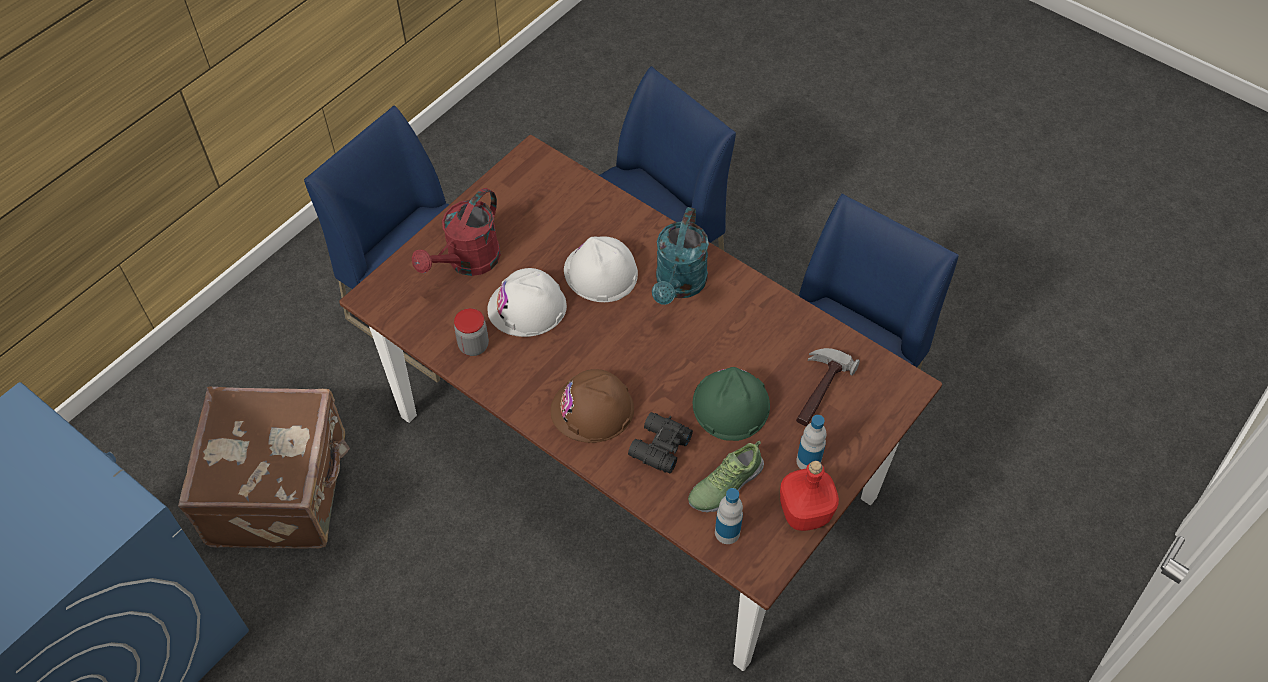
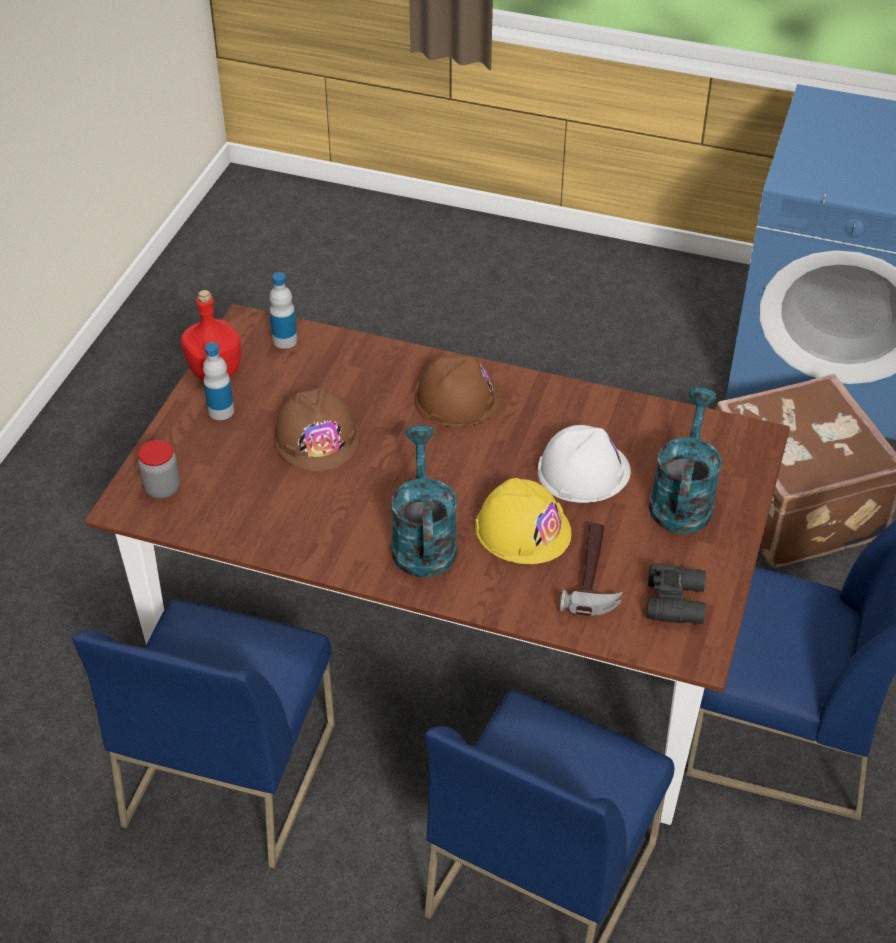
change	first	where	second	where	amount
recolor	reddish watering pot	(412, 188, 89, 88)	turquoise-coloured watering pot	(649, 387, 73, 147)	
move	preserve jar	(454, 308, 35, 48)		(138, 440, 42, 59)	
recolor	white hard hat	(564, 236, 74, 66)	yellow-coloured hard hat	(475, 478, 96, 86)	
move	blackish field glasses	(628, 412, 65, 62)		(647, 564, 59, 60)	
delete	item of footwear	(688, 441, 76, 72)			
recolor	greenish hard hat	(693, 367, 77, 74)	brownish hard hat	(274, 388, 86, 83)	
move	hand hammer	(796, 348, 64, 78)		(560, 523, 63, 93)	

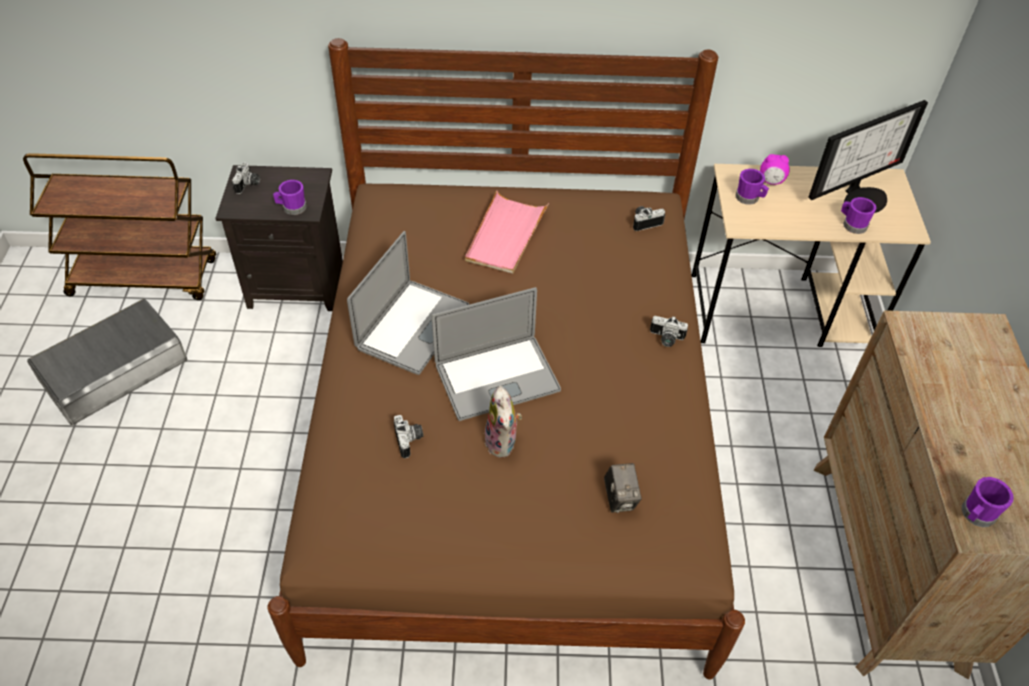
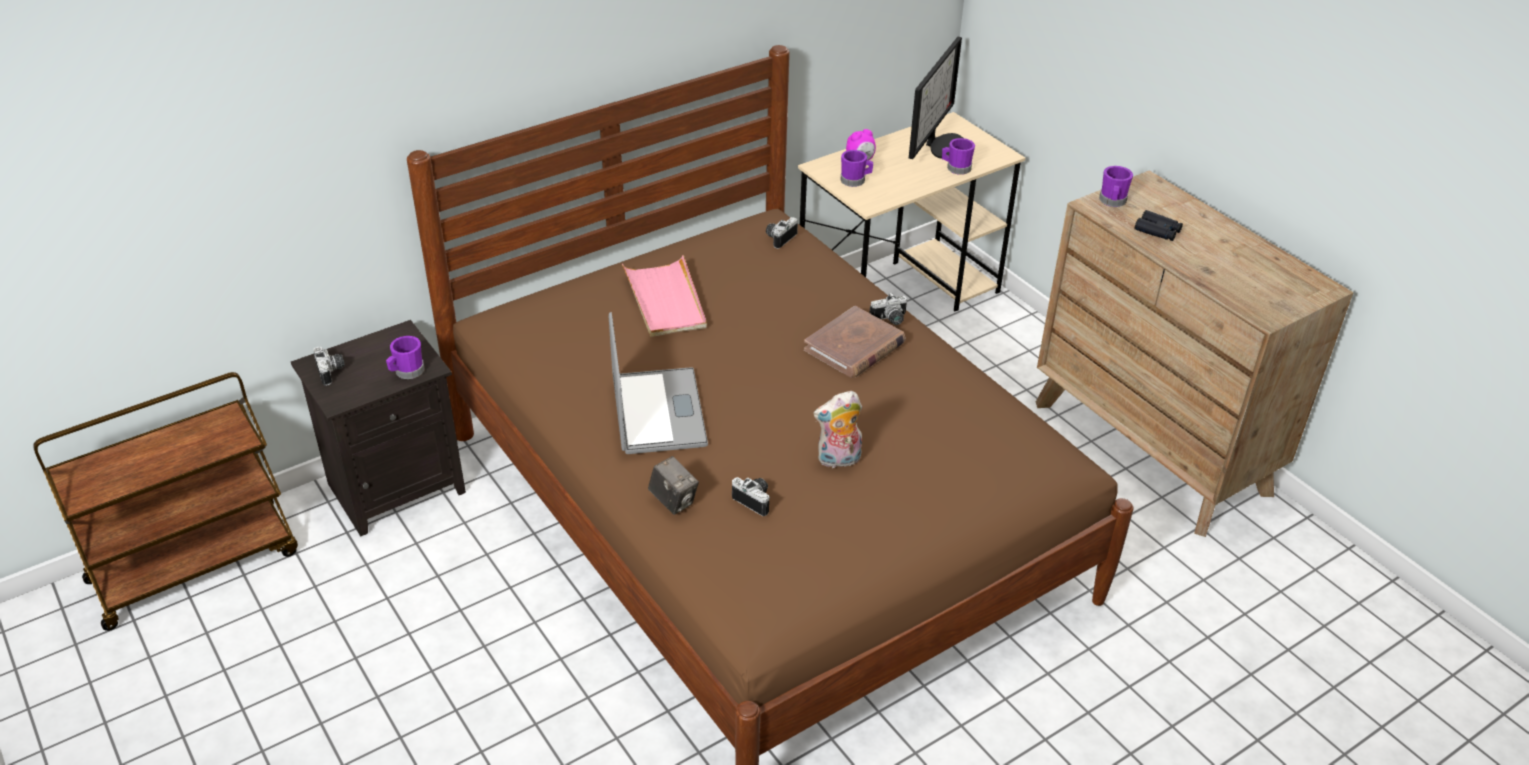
change	first	where	second	where	amount
delete	greyish storage box	(27, 299, 161, 126)			
delete	portable computer	(432, 287, 129, 134)			
rotate	soft toy	(483, 386, 39, 71)		(813, 391, 49, 78)	120 degrees clockwise
move	still camera	(604, 463, 38, 50)		(648, 456, 51, 59)	
move	purple-coloured tea mug	(962, 477, 52, 50)		(1099, 166, 34, 41)	
insert			brownish bound book	(804, 306, 102, 72)	
insert			blackish field glasses	(1135, 210, 48, 31)	

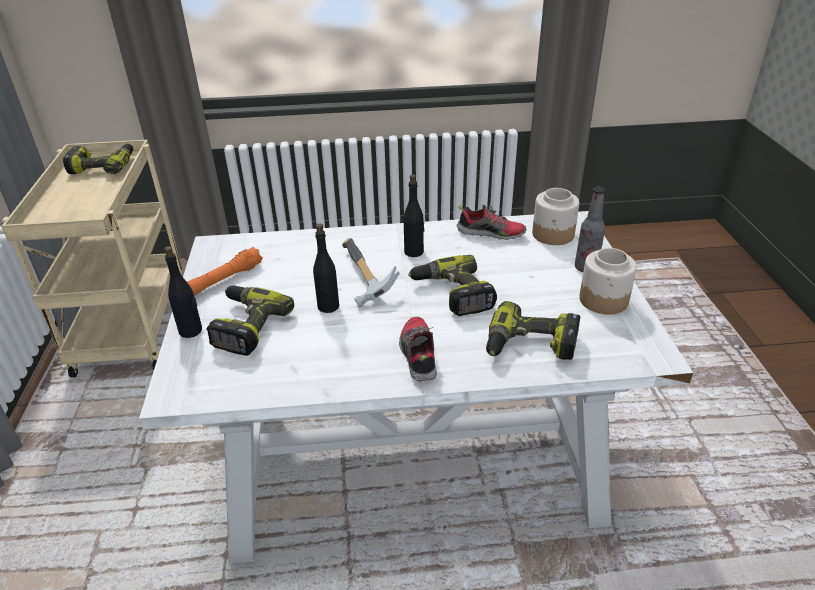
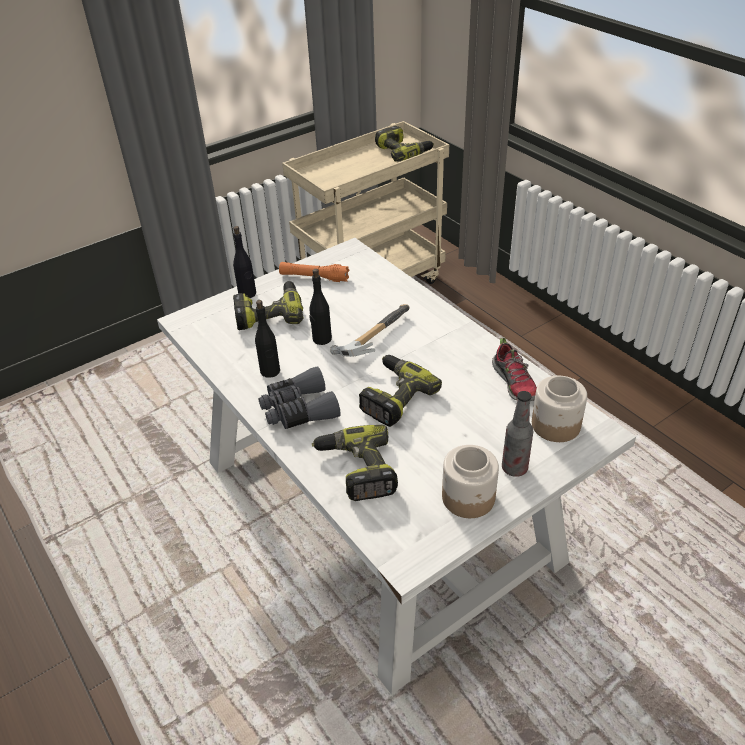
change	first	where	second	where	amount
replace	item of footwear	(399, 317, 38, 65)	greyish field glasses	(258, 366, 83, 63)	
move	blackish bottle	(404, 174, 20, 83)		(255, 300, 25, 78)	

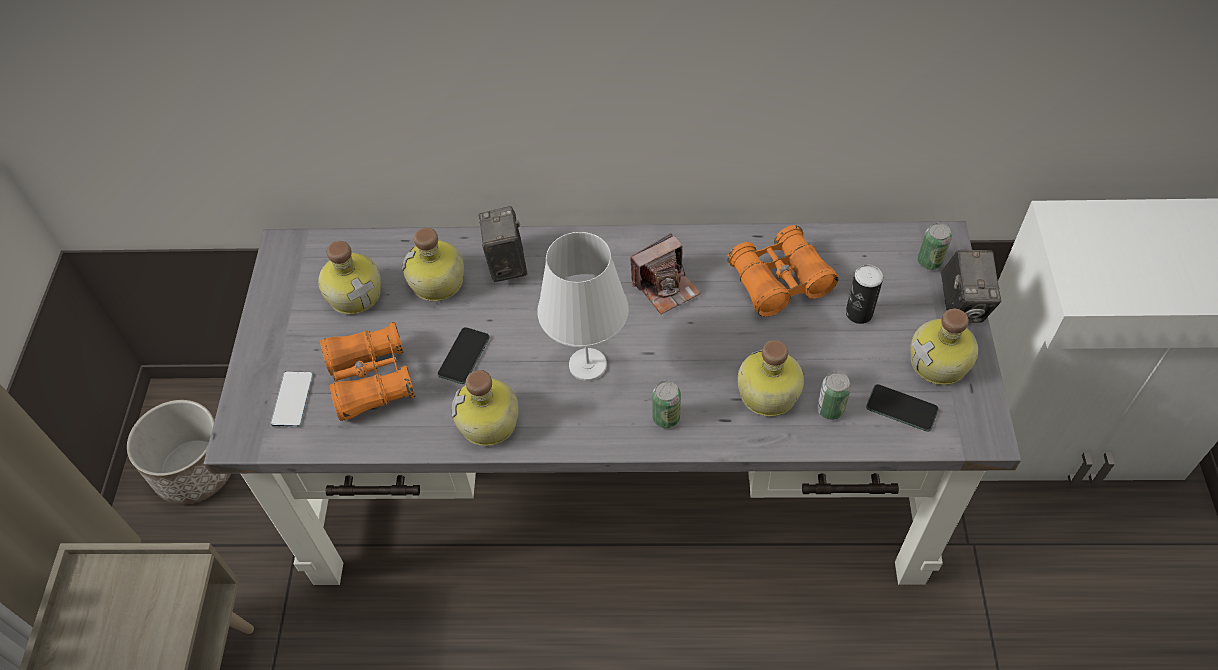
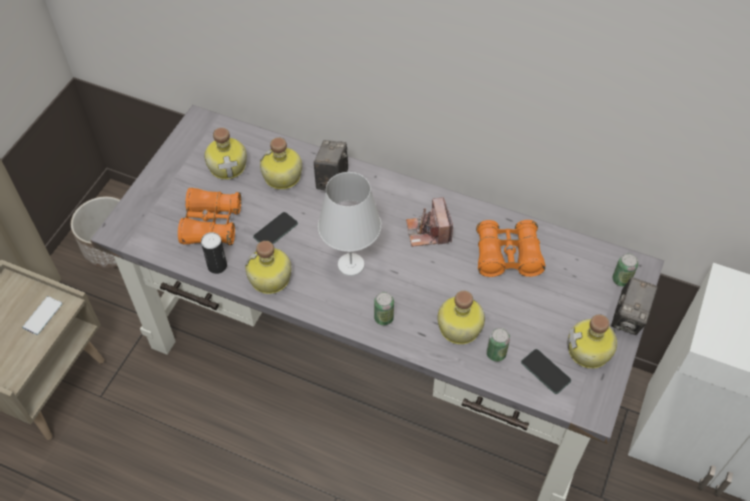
change	first	where	second	where	amount
move	handset	(270, 371, 43, 56)		(22, 296, 40, 39)	
rotate	still camera	(630, 233, 71, 81)		(406, 197, 47, 50)	90 degrees clockwise
move	can	(846, 265, 37, 59)		(201, 232, 26, 42)	

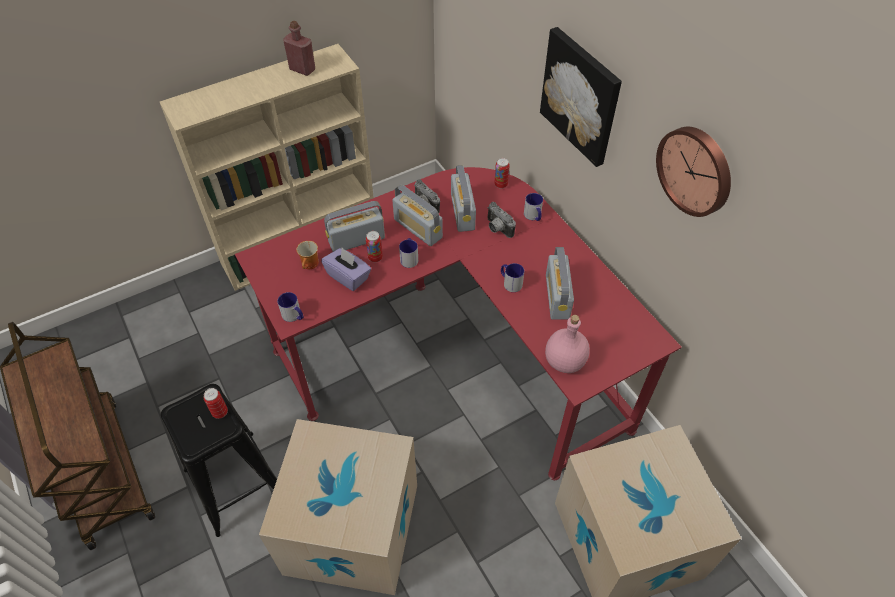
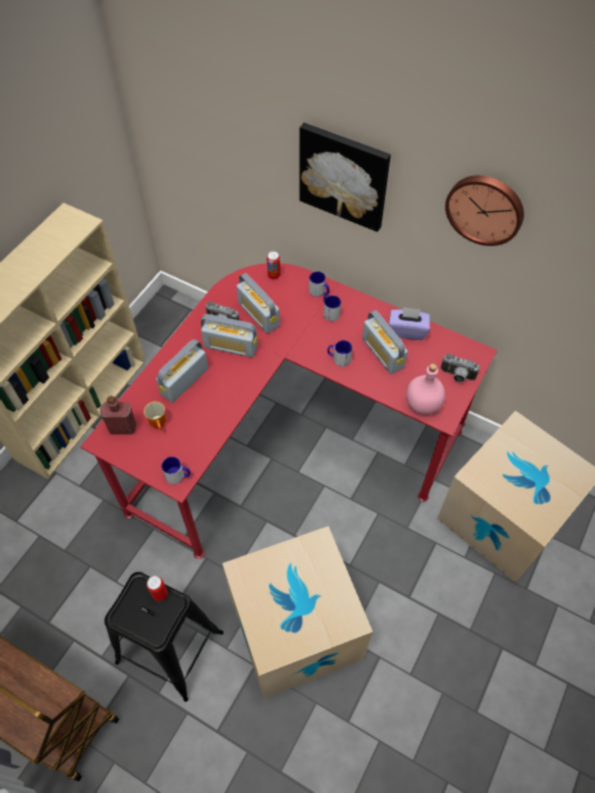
change	first	where	second	where	amount
move	reddish bottle	(283, 21, 32, 55)		(100, 396, 36, 39)	
move	purple-coloured box of tissues	(321, 248, 50, 43)		(389, 307, 41, 33)	
delete	can	(366, 231, 17, 31)			
move	tea mug	(399, 238, 19, 30)		(323, 295, 18, 26)	
move	still camera	(487, 202, 29, 36)		(441, 354, 39, 28)	

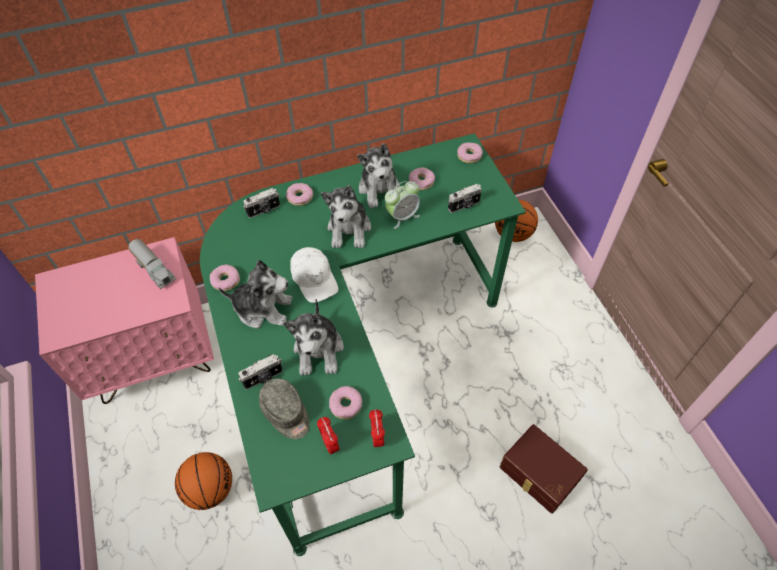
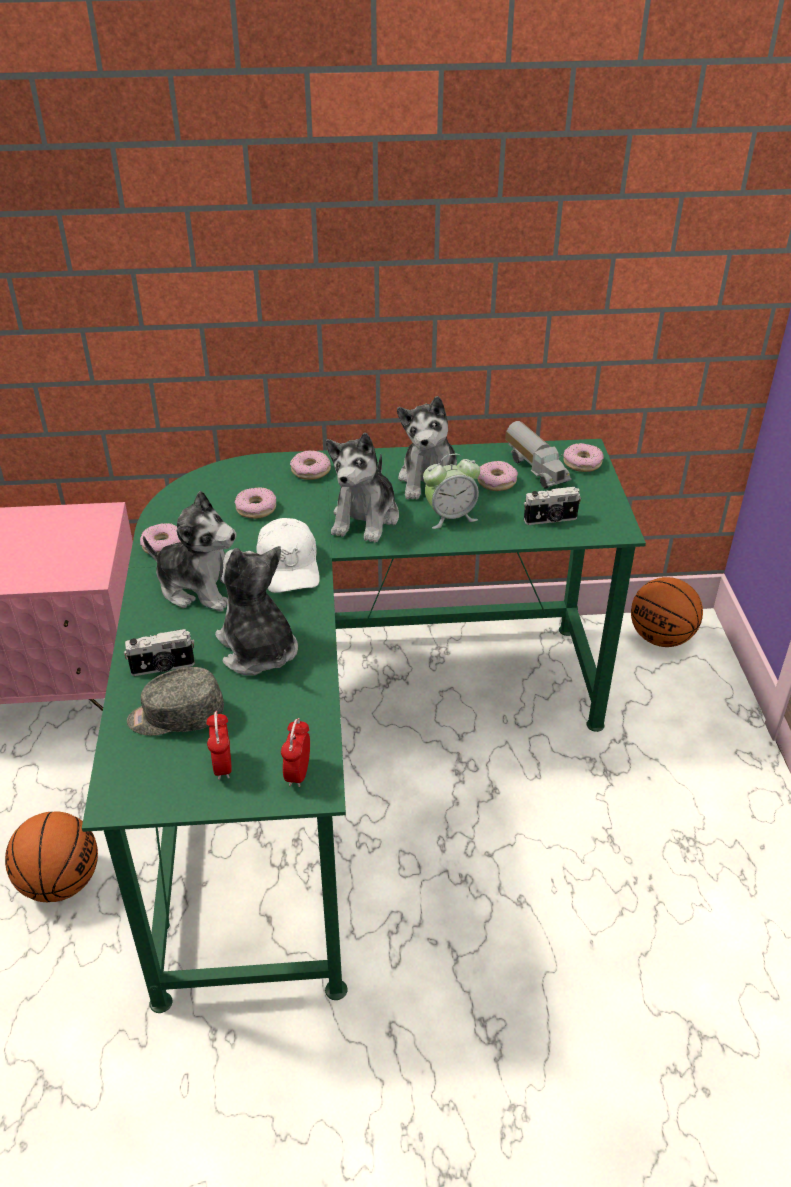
change	first	where	second	where	amount
move	toy lorry	(128, 239, 48, 50)		(505, 421, 67, 68)	
delete	still camera	(243, 188, 37, 30)			
rotate	greyish cap	(259, 378, 51, 61)		(127, 667, 97, 69)	105 degrees clockwise
rotate	soft toy	(283, 299, 61, 77)		(215, 546, 83, 130)	135 degrees clockwise
move	donut	(329, 386, 33, 33)		(235, 487, 41, 32)	
delete	brownish storage box	(500, 424, 88, 90)			

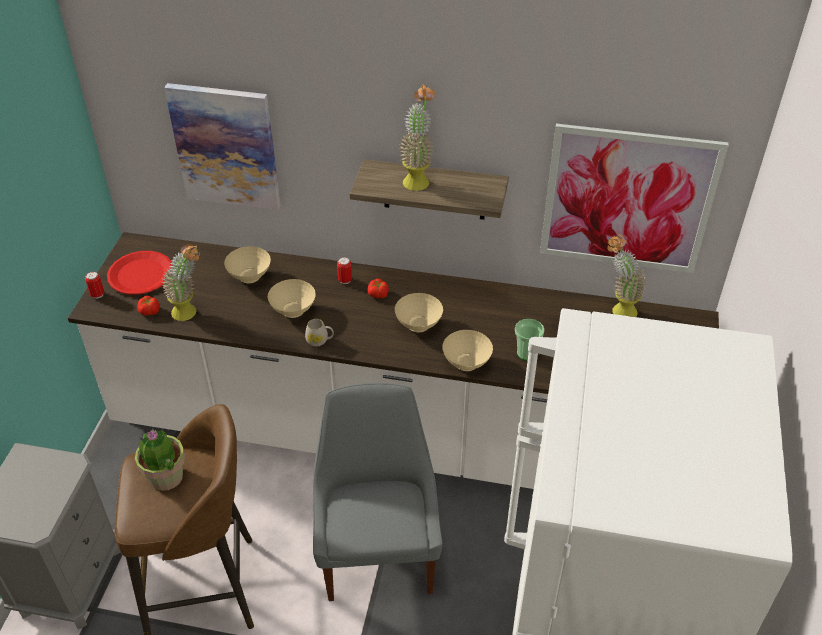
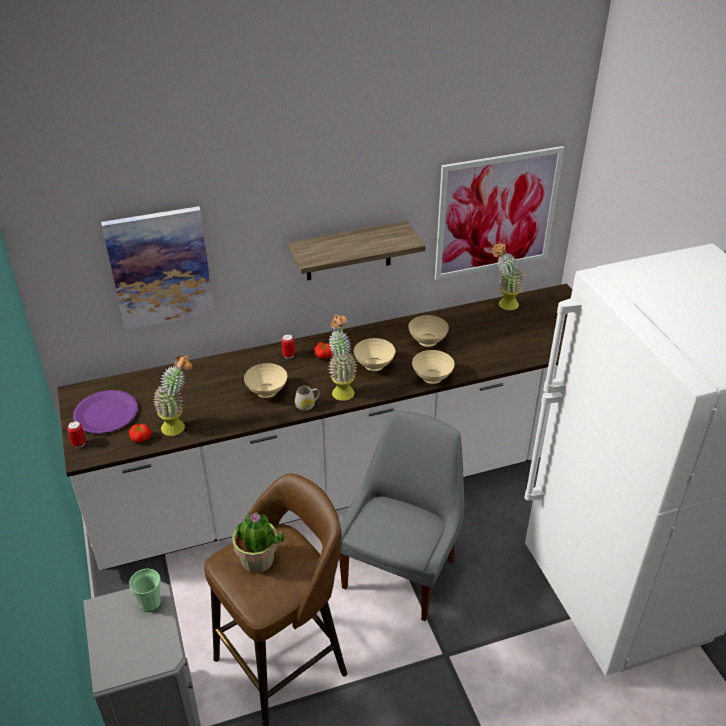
change	first	where	second	where	amount
recolor	reddish dinner plate	(107, 251, 65, 44)	purple-coloured dinner plate	(73, 390, 65, 44)	
move	beige deep dish	(224, 246, 47, 37)		(408, 315, 41, 32)	
rotate	greyish chair	(313, 383, 130, 218)		(339, 411, 125, 210)	60 degrees clockwise
move	potted plant	(399, 84, 36, 107)		(328, 314, 30, 87)	
move	small cup	(515, 319, 29, 42)		(129, 568, 32, 44)	

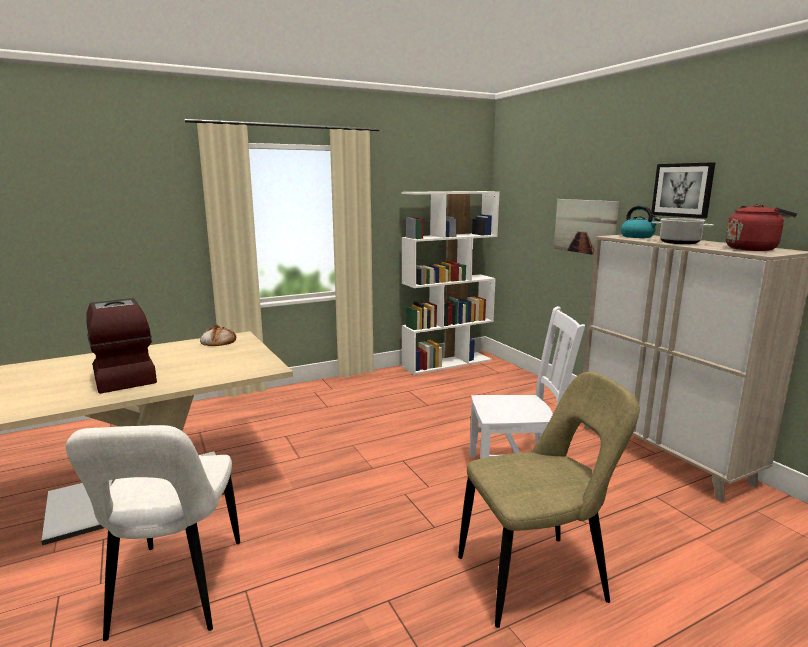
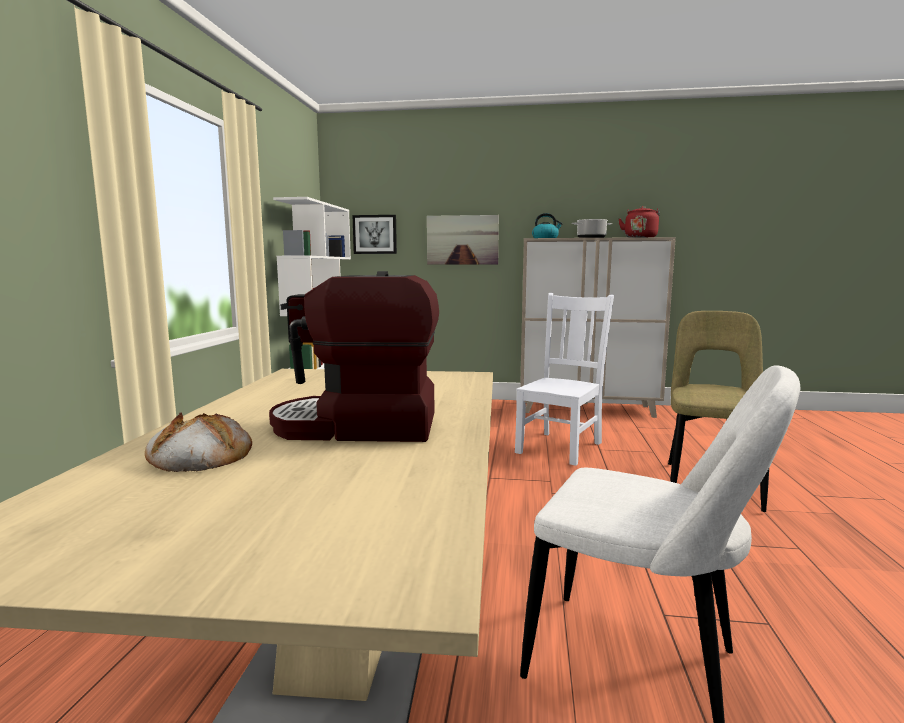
change	first	where	second	where	amount
move	bakery bread	(200, 325, 36, 21)		(145, 412, 107, 60)	
move	picture	(652, 162, 63, 56)		(352, 215, 45, 39)	

